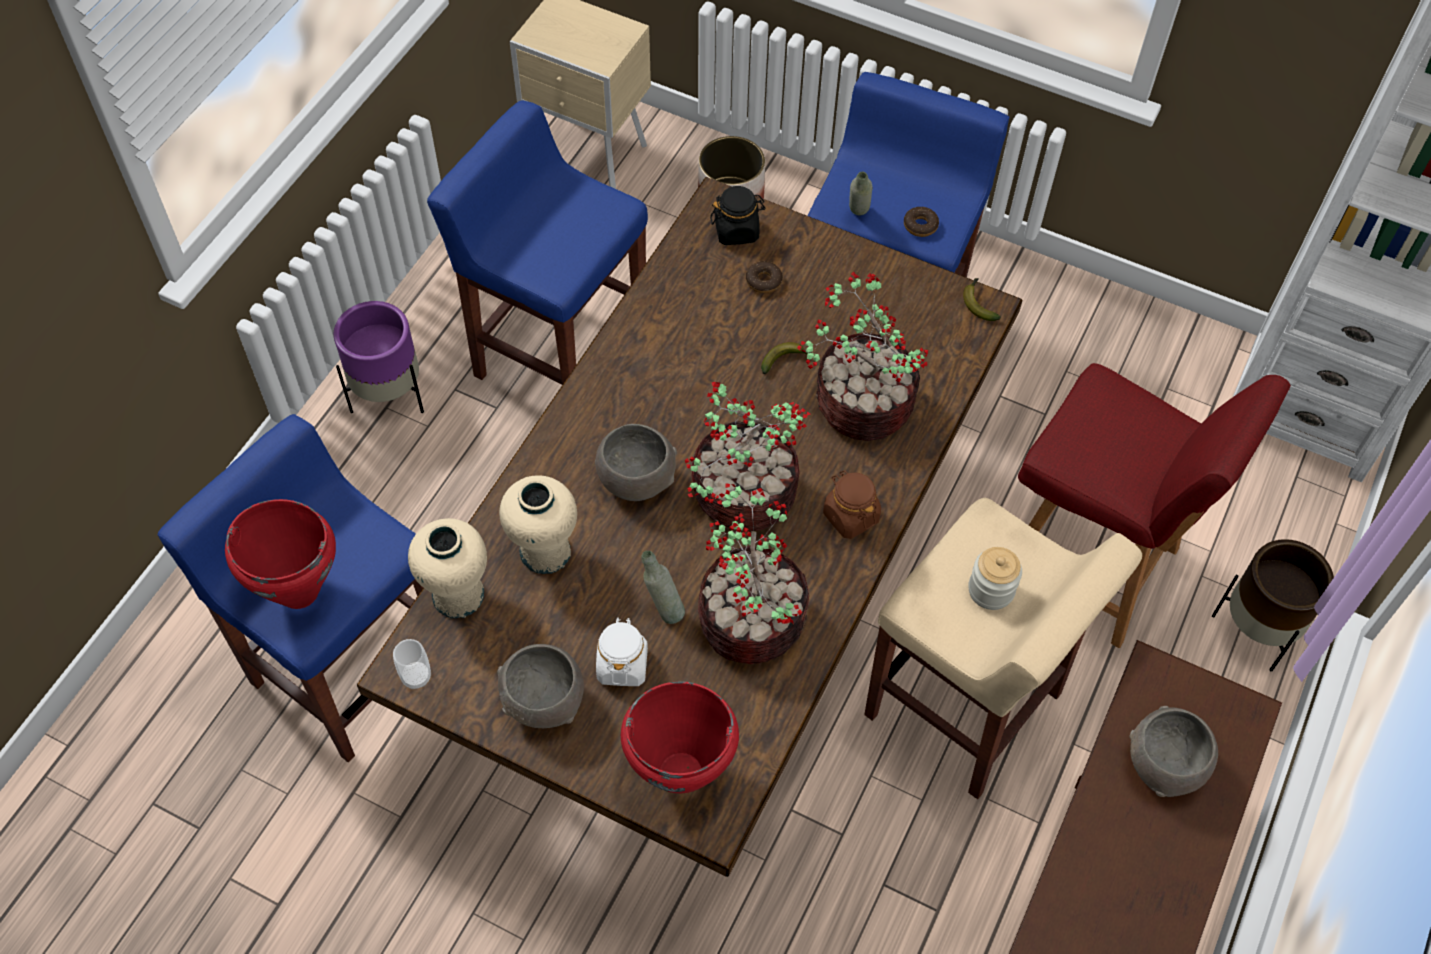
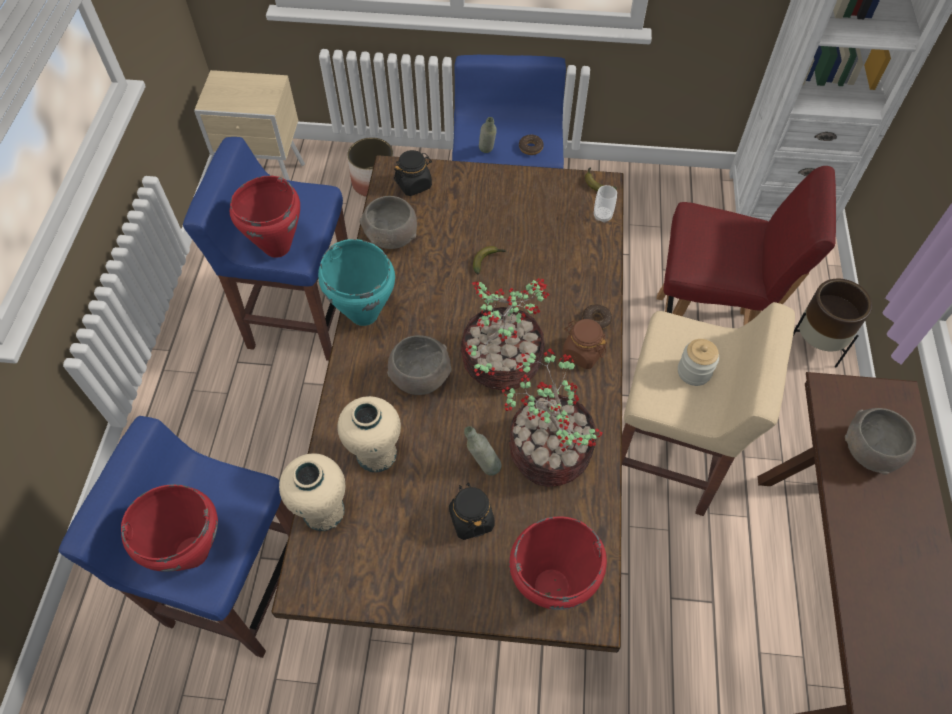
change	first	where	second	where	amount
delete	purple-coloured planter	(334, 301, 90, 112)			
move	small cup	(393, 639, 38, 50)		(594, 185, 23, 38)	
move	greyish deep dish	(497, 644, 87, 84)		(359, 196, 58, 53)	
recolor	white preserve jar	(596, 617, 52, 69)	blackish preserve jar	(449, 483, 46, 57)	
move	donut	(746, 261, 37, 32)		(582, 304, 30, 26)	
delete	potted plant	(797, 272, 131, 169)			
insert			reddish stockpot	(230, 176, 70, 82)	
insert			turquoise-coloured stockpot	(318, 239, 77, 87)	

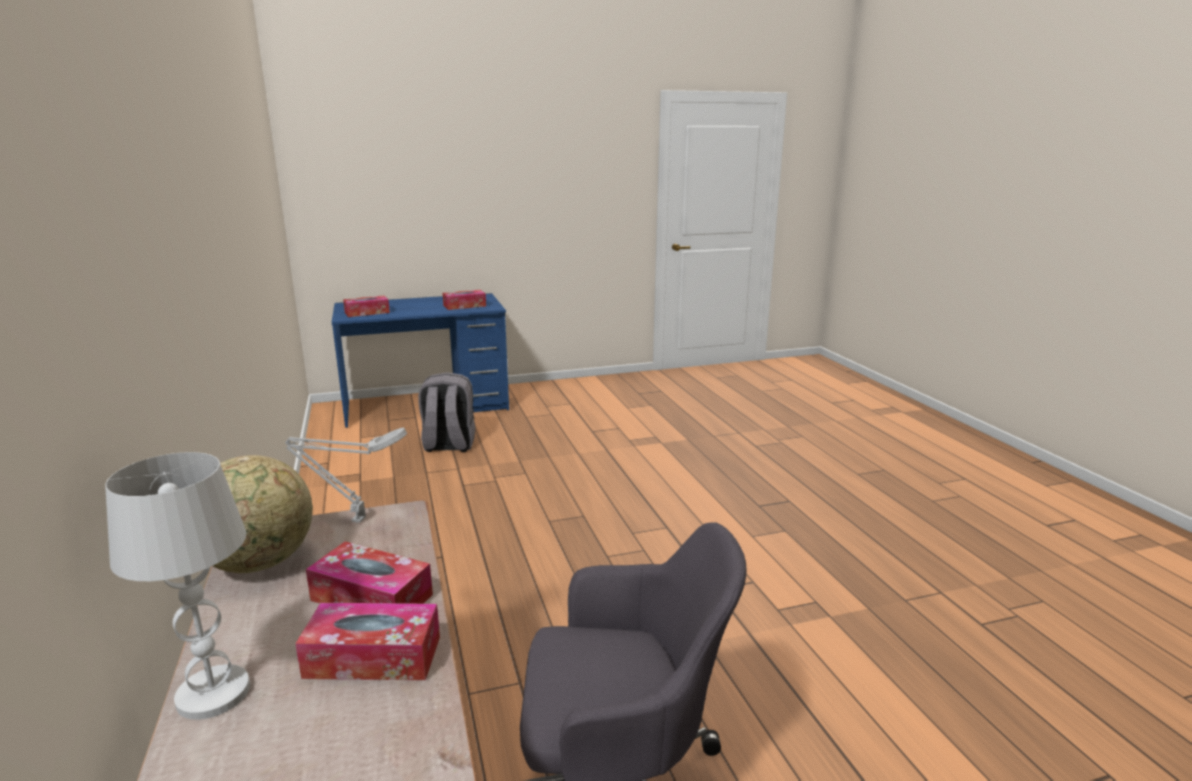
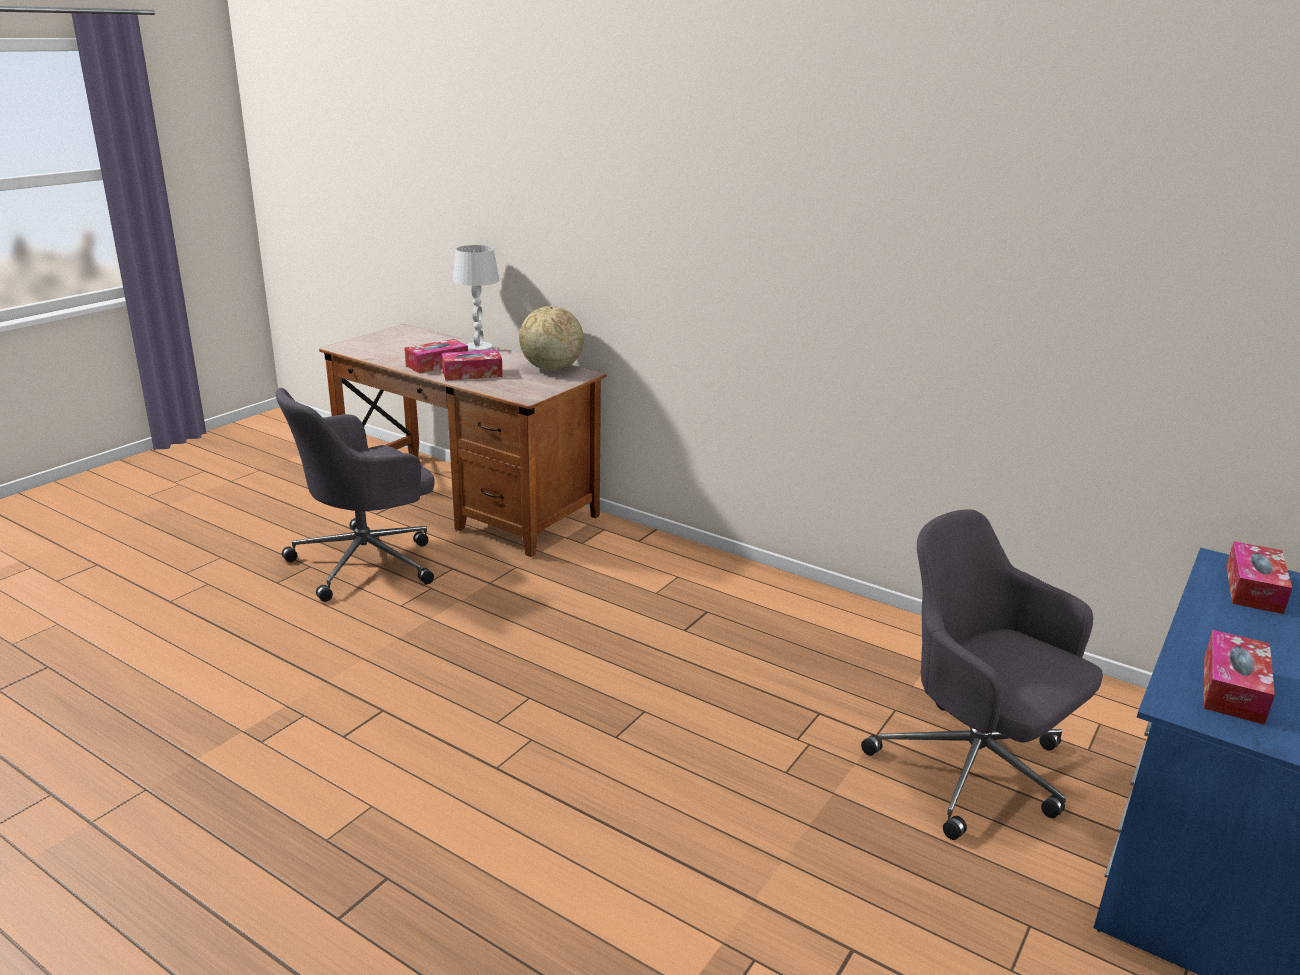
change	first	where	second	where	amount
delete	greyish lamp for a table	(285, 427, 122, 96)			
replace	greyish rucksack	(418, 372, 57, 80)	greyish computer chair	(861, 509, 242, 331)	

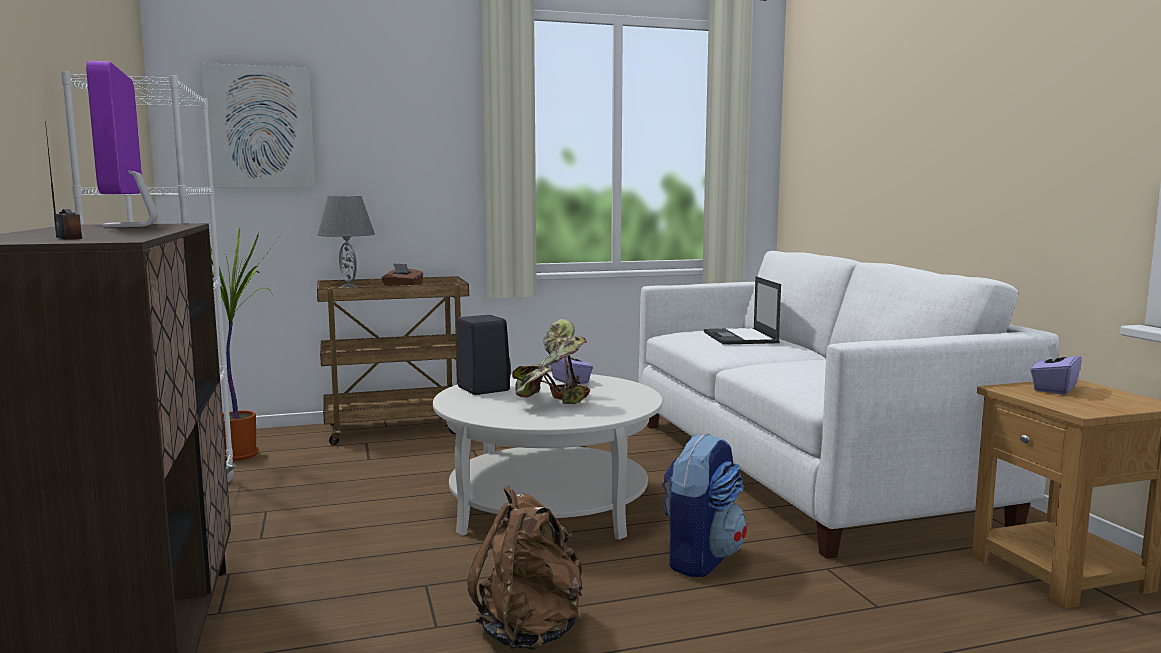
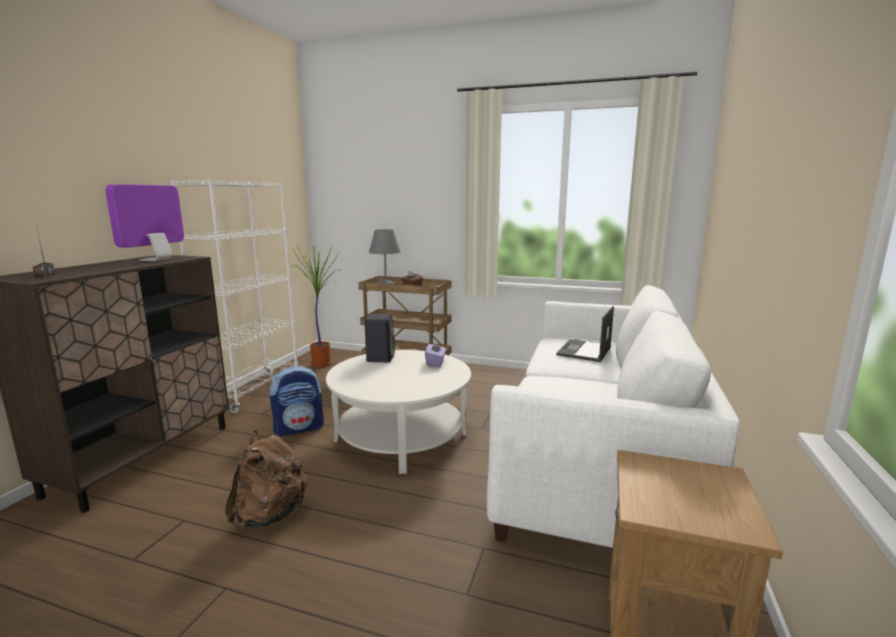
change	first	where	second	where	amount
delete	picture	(201, 63, 114, 124)			
delete	potted plant	(512, 319, 78, 85)			
move	rucksack	(662, 432, 85, 145)		(270, 366, 54, 70)	
delete	purple-coloured box of tissues	(1030, 343, 52, 52)			

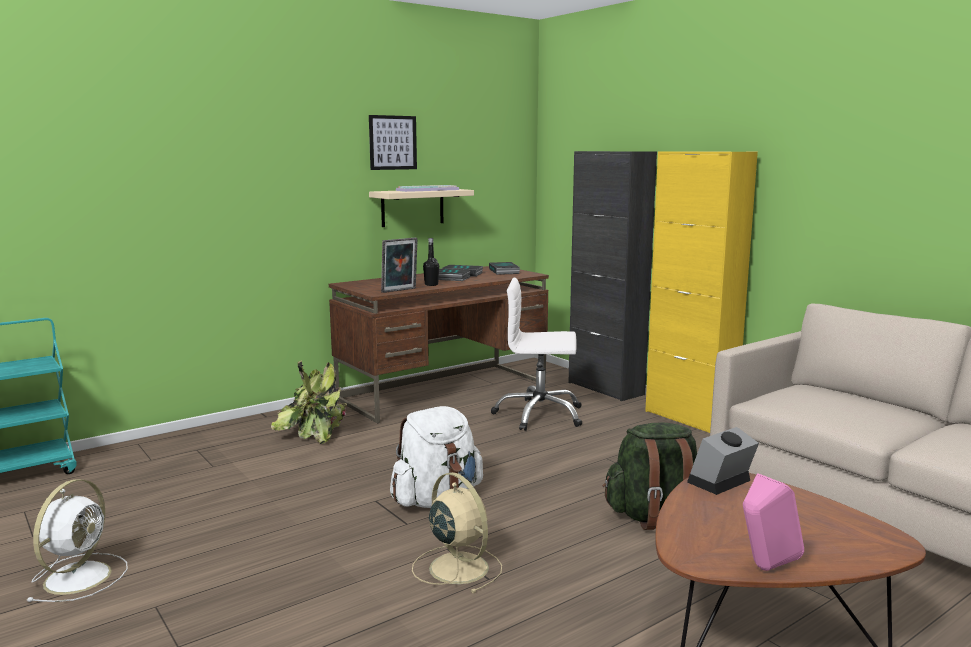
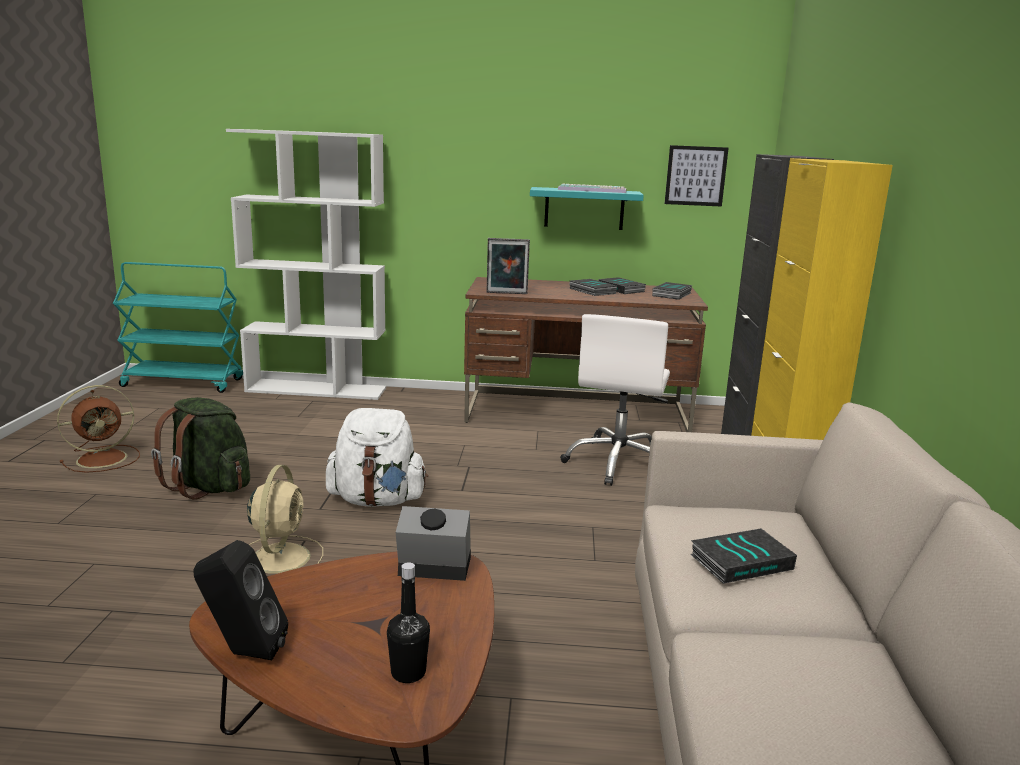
change	first	where	second	where	amount
recolor	white electric fan	(27, 479, 101, 123)	brownish electric fan	(57, 385, 83, 88)	
delete	potted plant	(271, 361, 76, 83)			
move	picture	(369, 115, 48, 55)		(665, 145, 64, 62)	
recolor	beige shelf	(369, 189, 105, 38)	turquoise-coloured shelf	(530, 187, 114, 43)	
move	blackish bottle	(423, 238, 16, 48)		(387, 563, 43, 120)	
rotate	white computer chair	(491, 278, 91, 153)		(560, 314, 110, 172)	120 degrees counterclockwise
move	greenish rucksack	(603, 422, 94, 108)		(151, 397, 99, 103)	
recolor	pink-coloured audio speaker	(743, 473, 61, 98)	blackish audio speaker	(193, 540, 95, 120)	
insert			white bookcase	(226, 129, 160, 271)	
insert			bound book	(690, 528, 107, 56)	

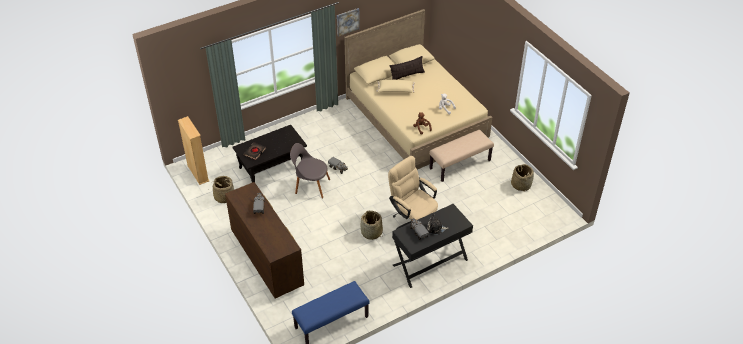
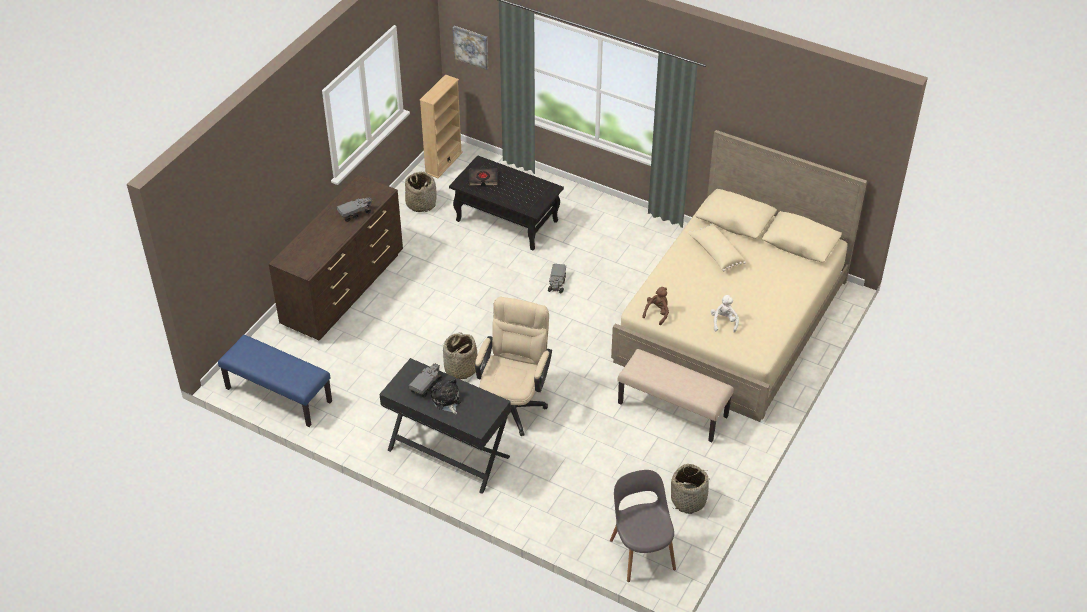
change	first	where	second	where	amount
move	greyish chair	(290, 143, 40, 55)		(610, 470, 66, 112)	
move	picture	(337, 8, 23, 29)		(453, 26, 35, 44)	
delete	throw pillow	(390, 56, 35, 24)			

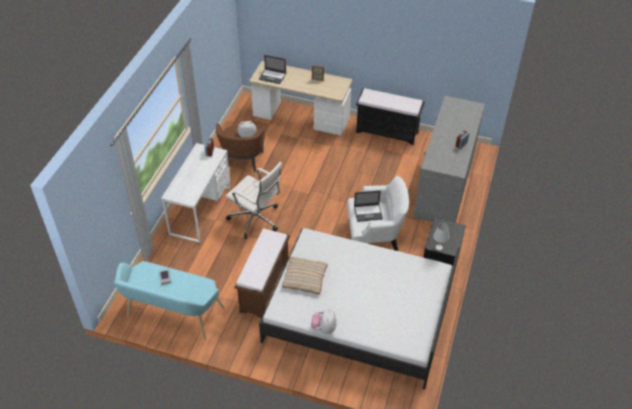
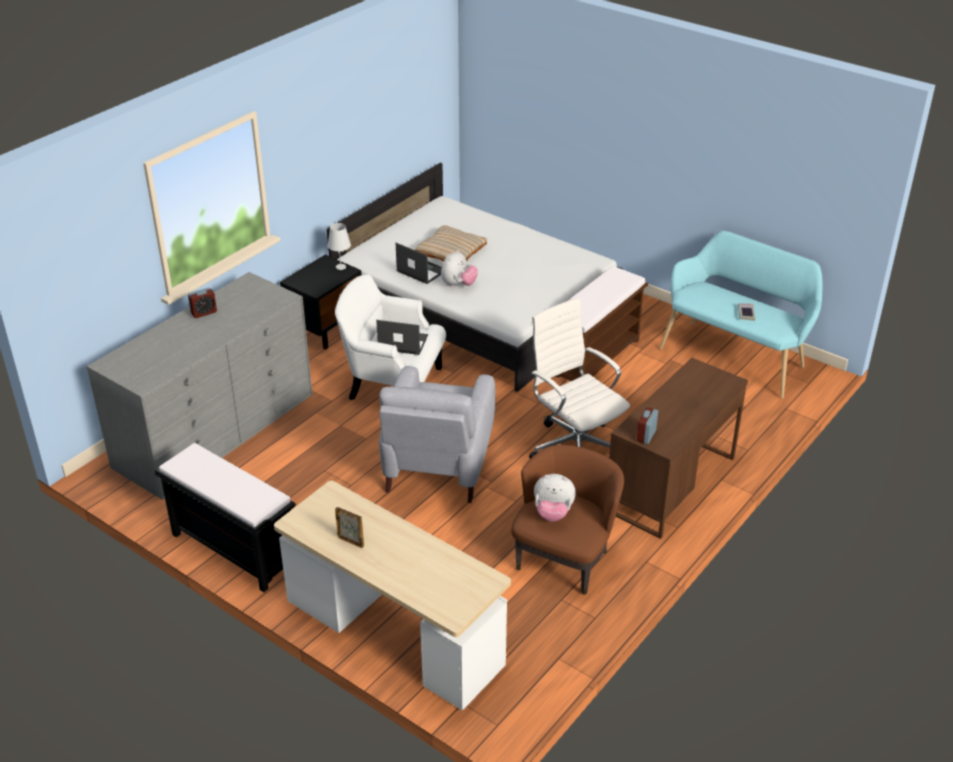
change	first	where	second	where	amount
recolor	white desk table	(161, 143, 70, 100)	brownish desk table	(609, 358, 139, 181)	
move	portable computer	(259, 55, 27, 29)		(396, 243, 46, 41)	
move	beige throw pillow	(282, 257, 46, 37)		(415, 225, 72, 36)	
move	soft toy	(311, 309, 26, 25)		(441, 250, 37, 37)	
insert			greyish lounge chair	(379, 366, 117, 137)	

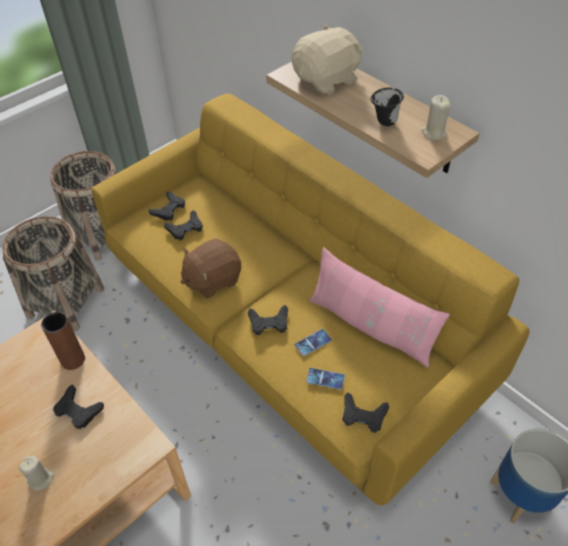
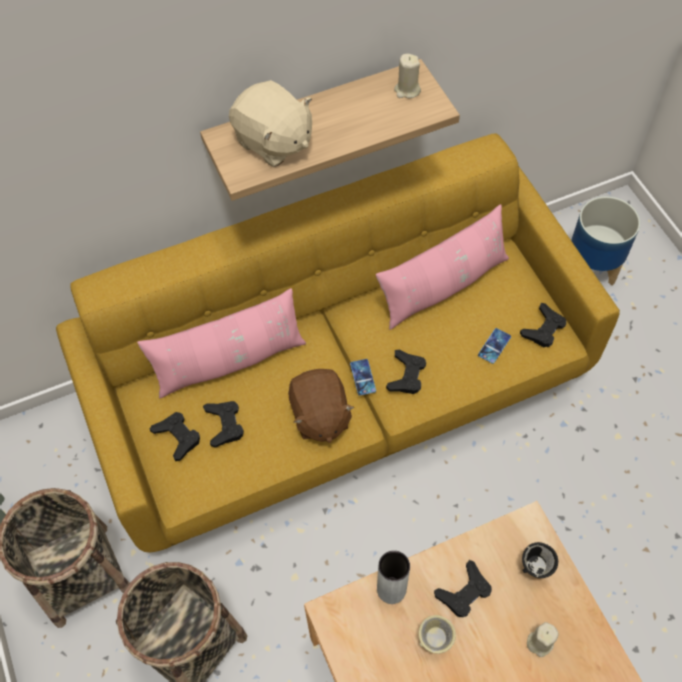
change	first	where	second	where	amount
recolor	brownish vase	(41, 312, 44, 58)	greyish vase	(377, 550, 33, 54)	
rotate	beige soft toy	(292, 24, 71, 71)		(229, 80, 83, 87)	150 degrees clockwise
move	handset	(295, 329, 37, 27)		(350, 359, 26, 37)	
move	blackish tea mug	(371, 88, 33, 38)		(522, 542, 36, 36)	
insert			pink-coloured throw pillow	(137, 288, 169, 111)	
insert			beige tea mug	(419, 615, 37, 39)	

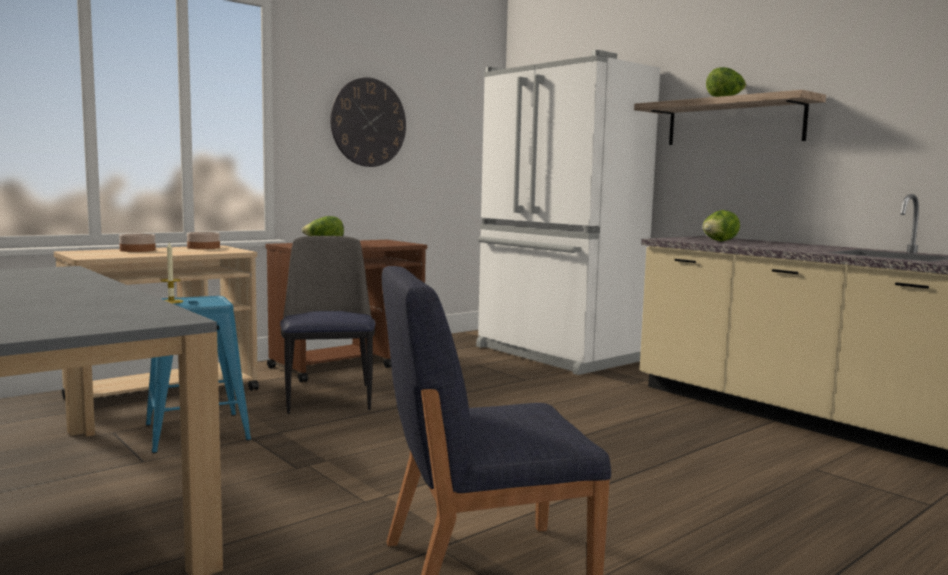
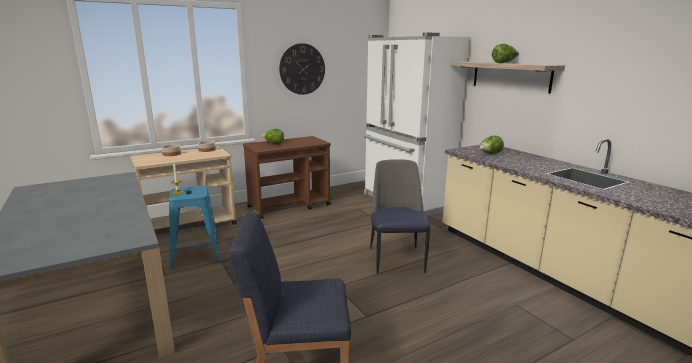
change	first	where	second	where	amount
move	chair	(280, 236, 95, 178)		(370, 159, 61, 115)	

